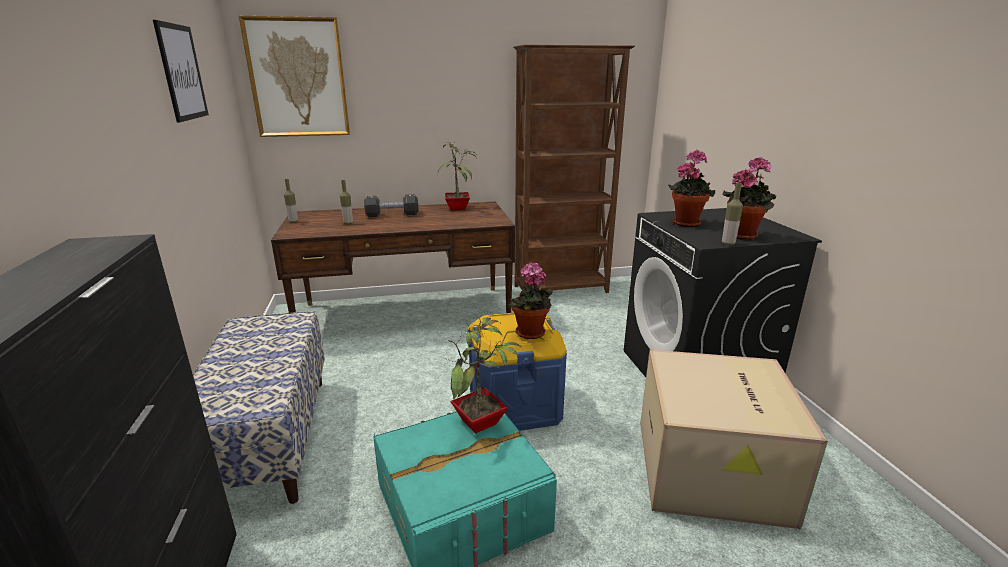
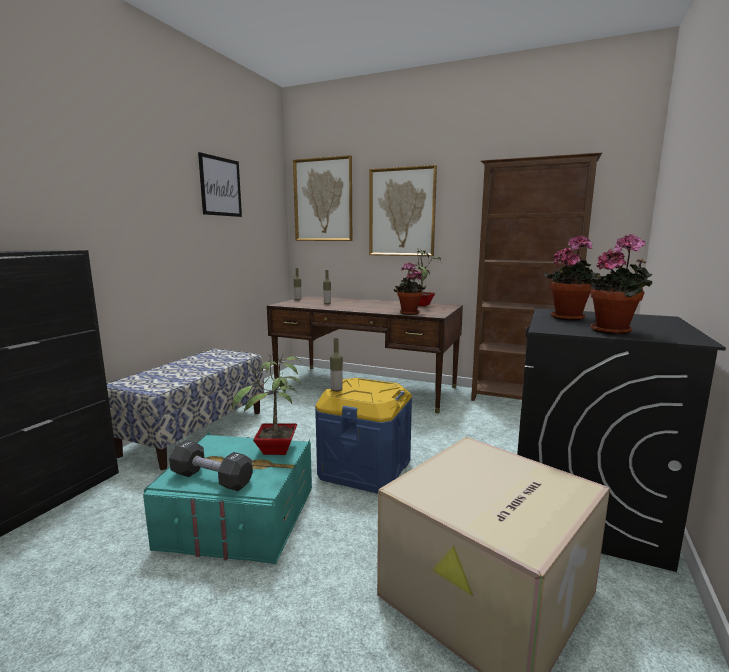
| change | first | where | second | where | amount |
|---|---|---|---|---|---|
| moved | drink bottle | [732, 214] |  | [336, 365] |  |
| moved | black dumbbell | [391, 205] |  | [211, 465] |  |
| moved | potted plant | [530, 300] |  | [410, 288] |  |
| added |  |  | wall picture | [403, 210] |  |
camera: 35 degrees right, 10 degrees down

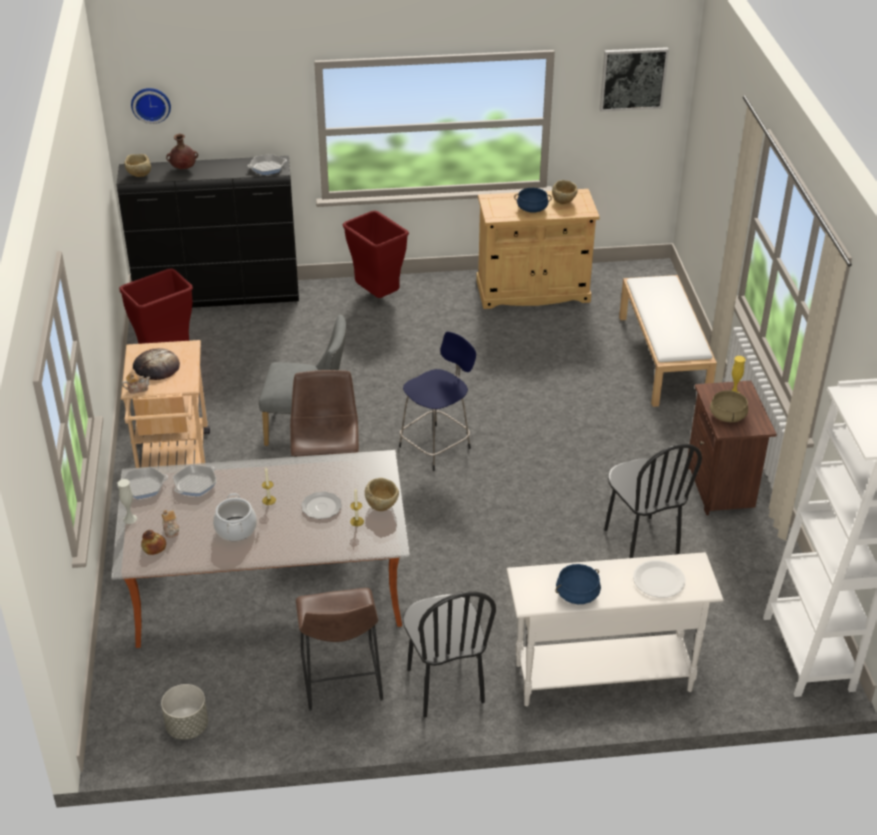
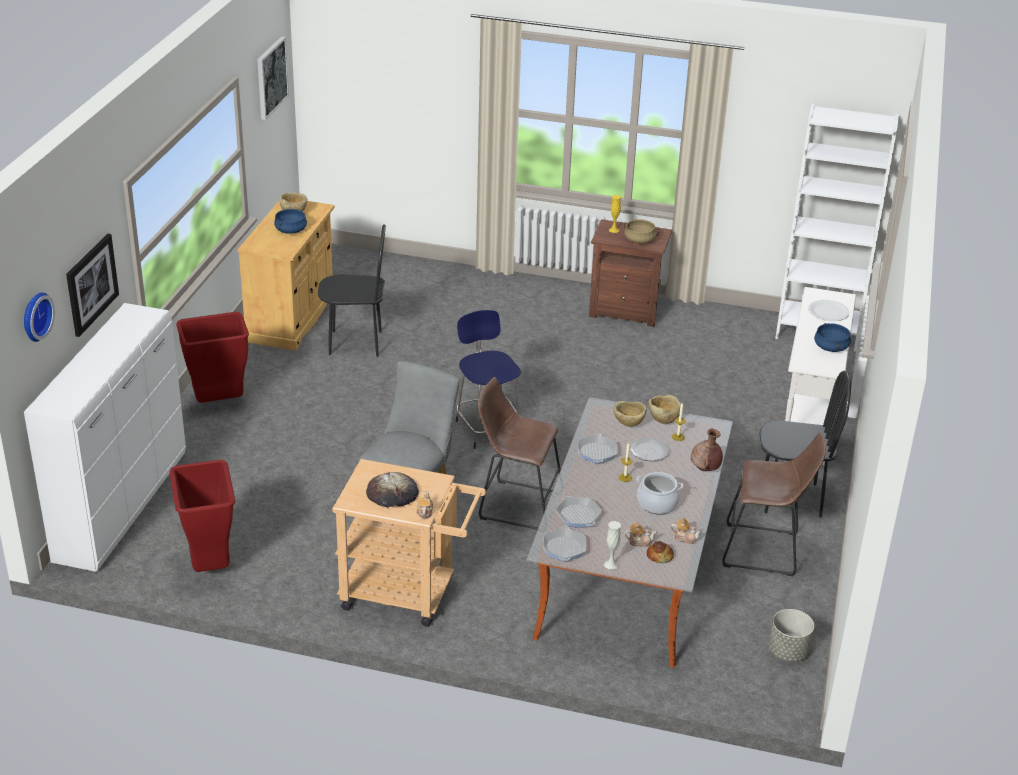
| change | first | where | second | where | amount |
|---|---|---|---|---|---|
| moved | brown-coloured decorative vase | [182, 151] |  | [707, 450] |  |
| moved | beige serving bowl | [137, 165] |  | [630, 414] |  |
| moved | frying pan | [267, 164] |  | [597, 448] |  |
| recoloured | black drawer chest | [208, 232] | whitish drawer chest | [105, 437] |  |
| removed | whitish bench | [668, 341] |  |  |  |
| moved | black chair | [653, 501] |  | [352, 290] |  |
| added |  |  | wall picture | [92, 285] |  |
| added |  |  | tea pot | [686, 531] |  |
camera: 70 degrees left, 5 degrees down

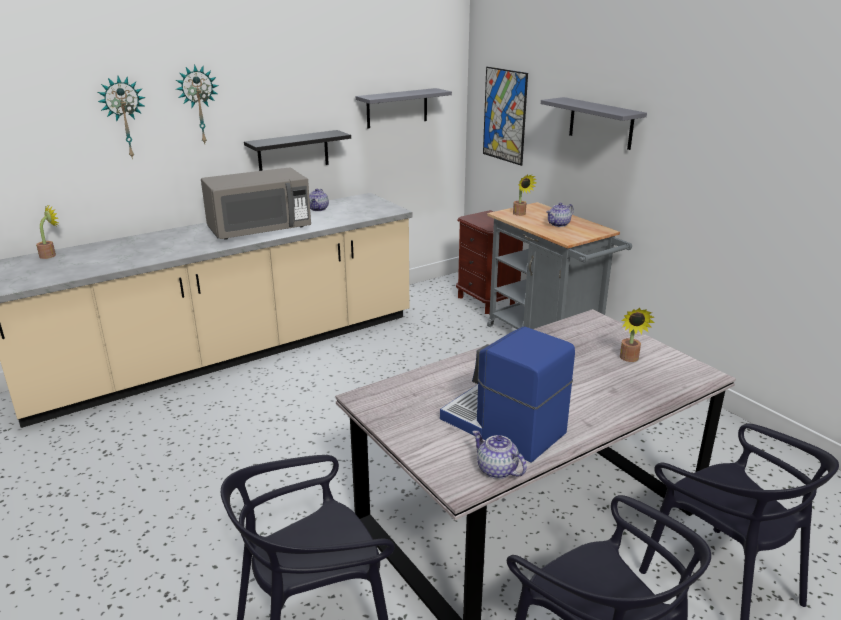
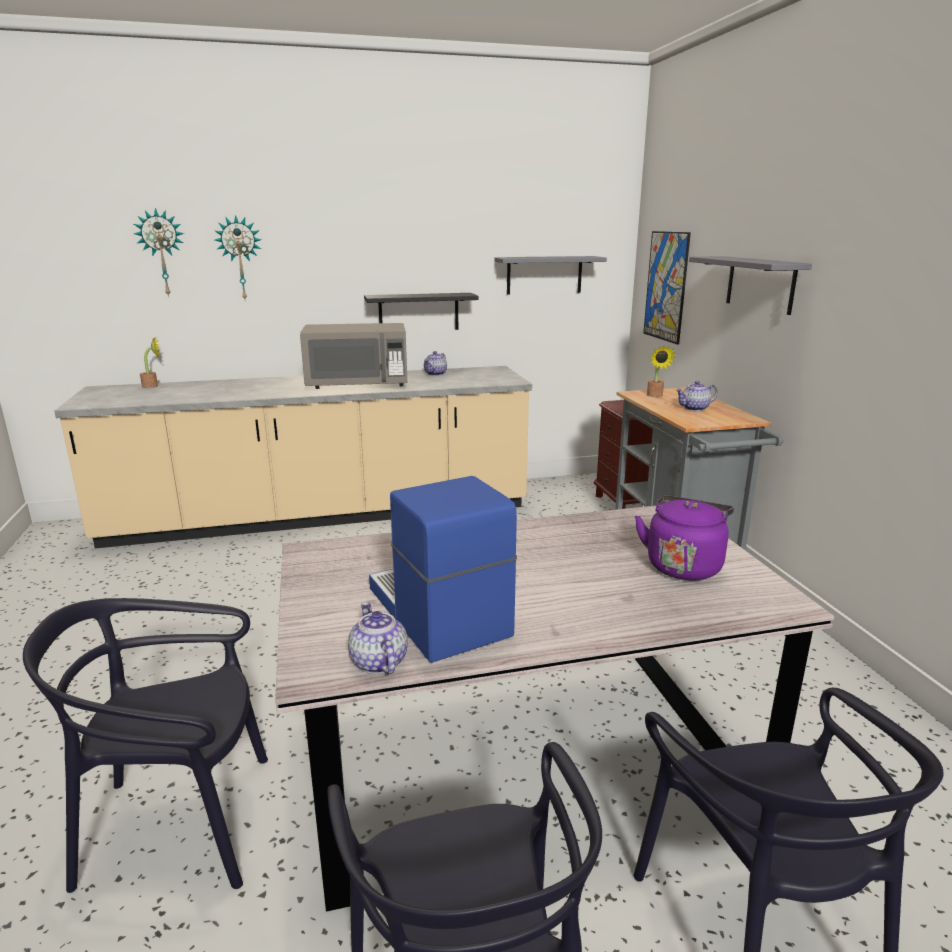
| change | first | where | second | where | amount |
|---|---|---|---|---|---|
| moved | wall clock | [197, 104] |  | [159, 252] |  |
| replaced | potted plant | [637, 335] | purple tea kettle | [684, 537] |  |
camera: 20 degrees right, 5 degrees down

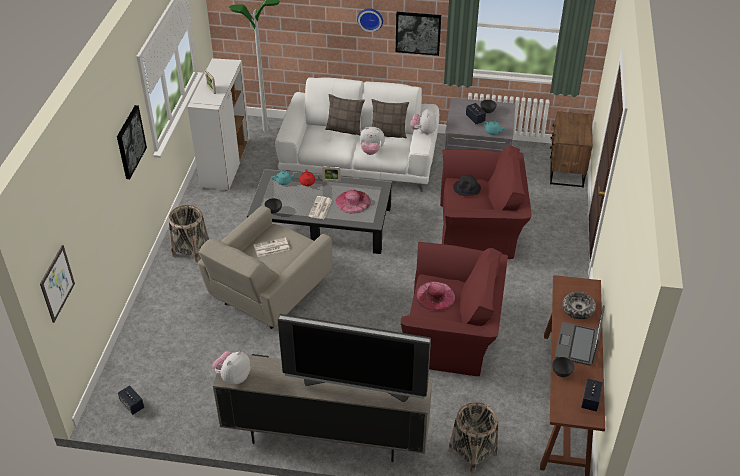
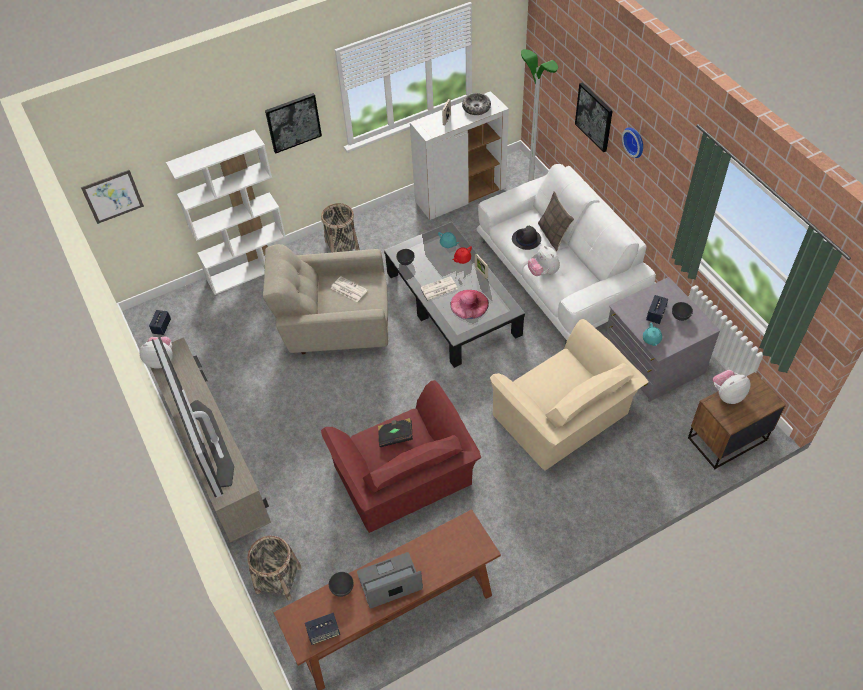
| change | first | where | second | where | amount |
|---|---|---|---|---|---|
| moved | wall picture | [418, 34] |  | [594, 117] |  |
| removed | throw pillow | [390, 118] |  |  |  |
| moved | cuddly toy | [423, 121] |  | [731, 387] |  |
| recoloured | reddish lounge chair | [486, 202] | beige lounge chair | [569, 395] |  |
| moved | black hat | [467, 185] |  | [526, 238] |  |
| replaced | pinkish hat | [435, 296] | black bound book | [395, 432] |  |
| moved | serving bowl | [579, 305] |  | [476, 104] |  |
| added |  |  | whitish shelving unit | [226, 212] |  |
camera: 55 degrees right, 10 degrees up

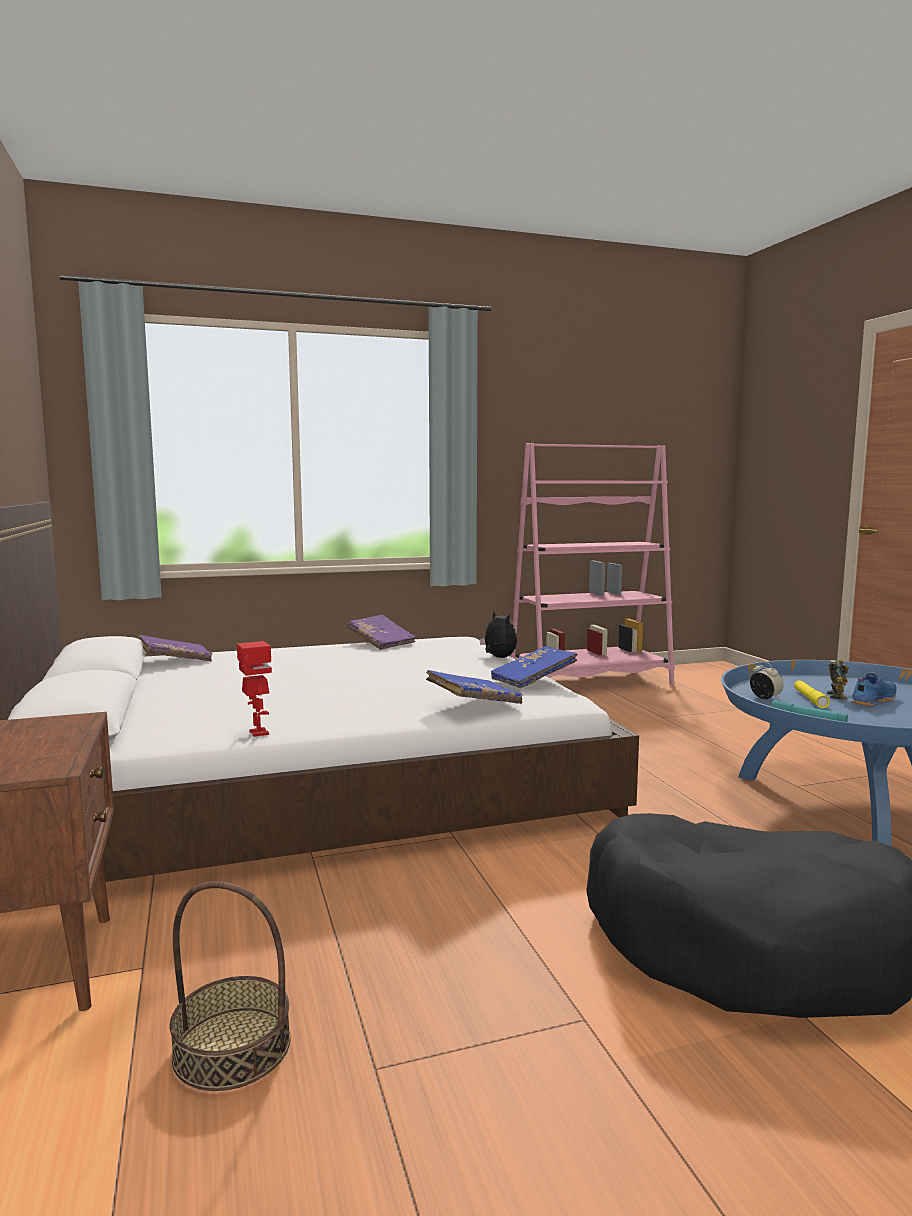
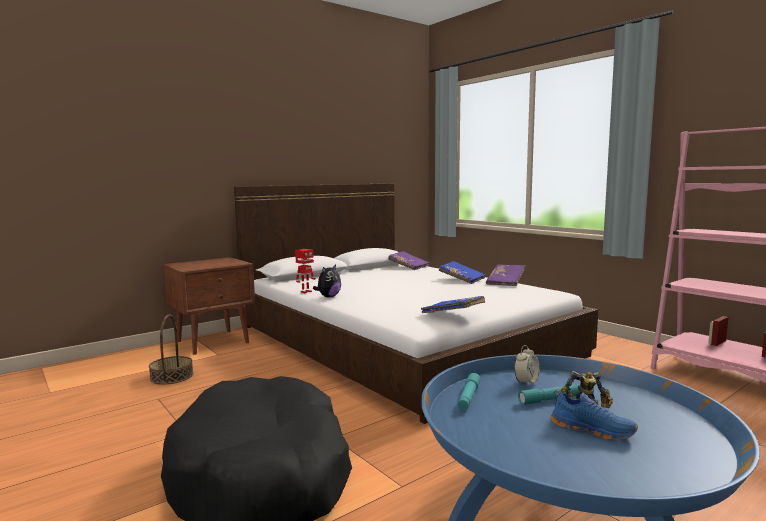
| change | first | where | second | where | amount |
|---|---|---|---|---|---|
| moved | cuddly toy | [498, 634] |  | [327, 280] |  |
| moved | bluish bound book | [474, 687] |  | [462, 272] |  |
| recoloured | yellow-coloured flashlight | [812, 694] | turquoise-coloured flashlight | [549, 394] |  |
camera: 70 degrees right, 0 degrees up

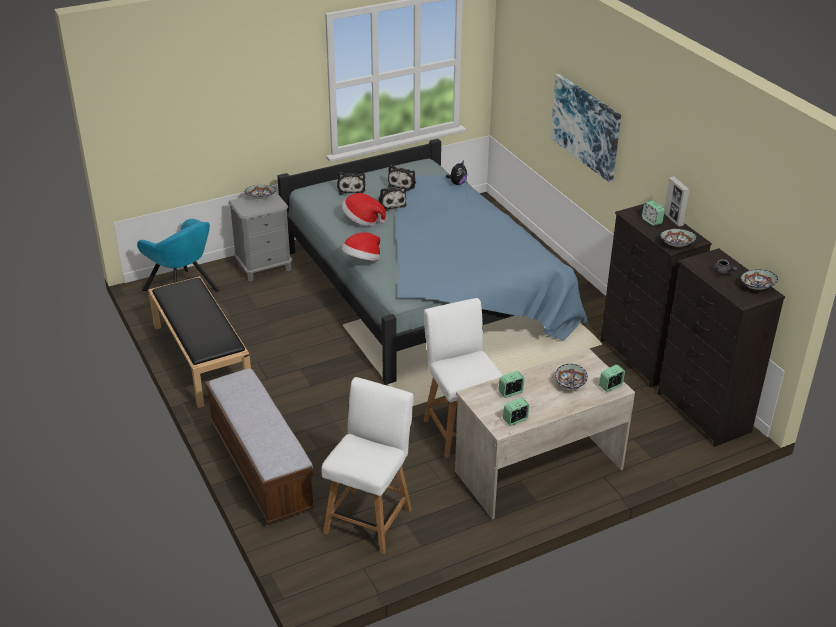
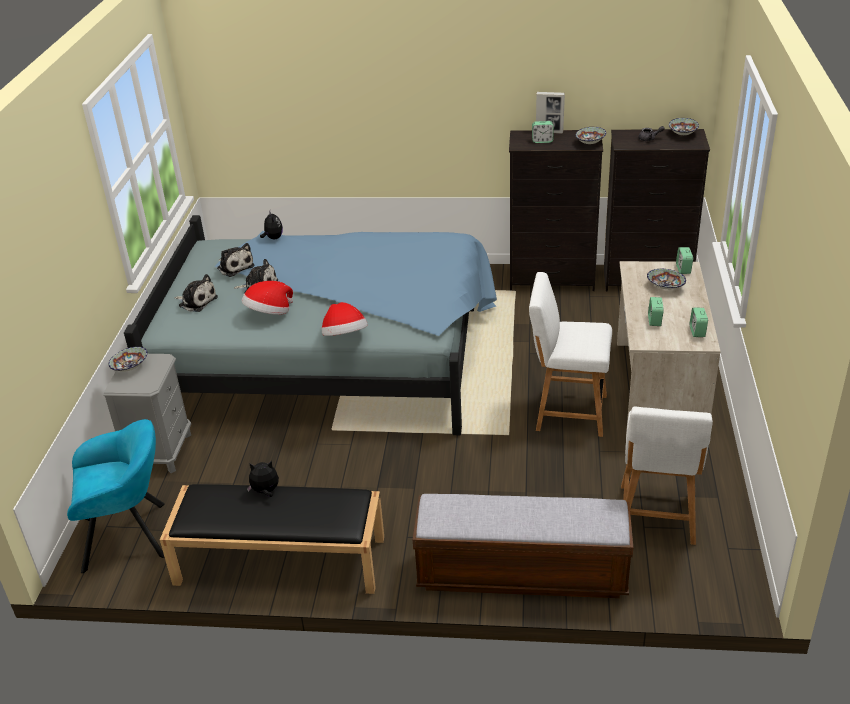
| change | first | where | second | where | amount |
|---|---|---|---|---|---|
| removed | wall picture | [585, 128] |  |  |  |
| turned | whitish chair | [367, 465] |  | [667, 476] | 135 degrees counterclockwise |
| added |  |  | cuddly toy | [263, 479] |  |
camera: 55 degrees left, 0 degrees up

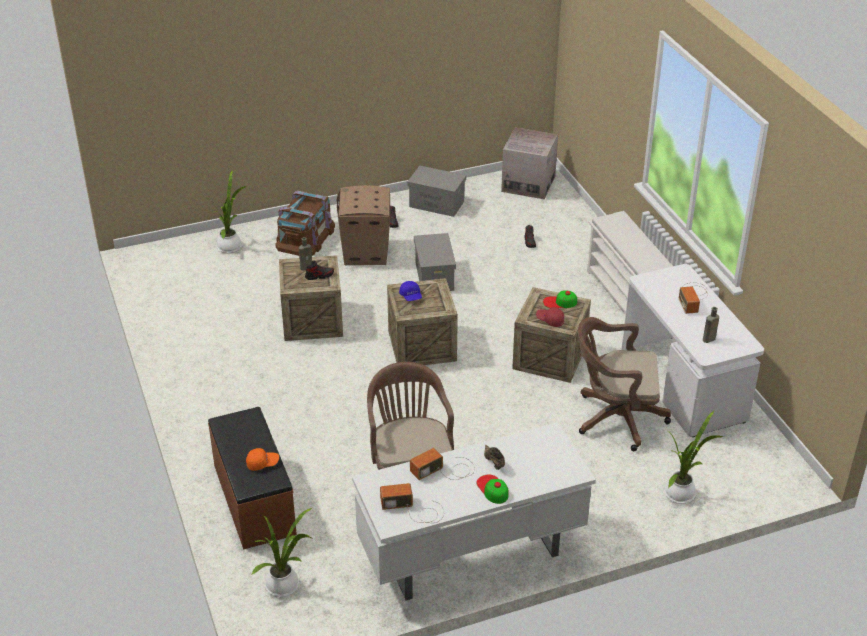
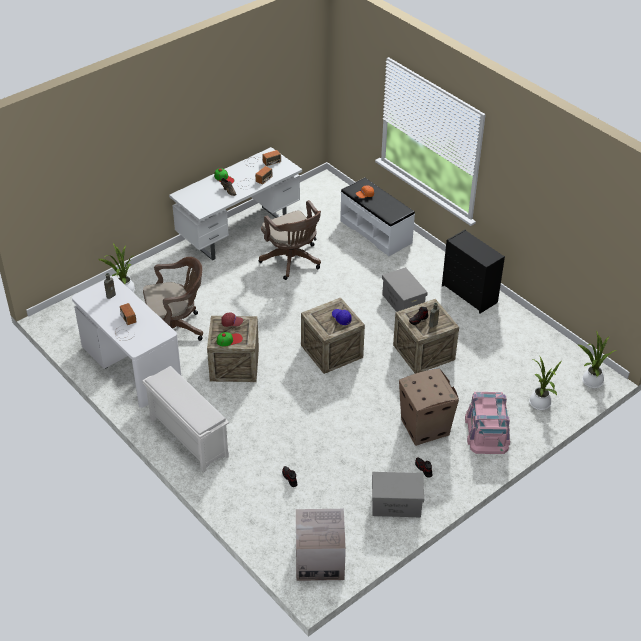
| change | first | where | second | where | amount |
|---|---|---|---|---|---|
| recoloured | brown-coloured storage container | [305, 223] | pinkish storage container | [487, 423] |  |
| moved | greyish storage container | [435, 262] |  | [405, 289] |  |
| recoloured | brown-coloured bench | [252, 478] | whitish bench | [377, 217] |  |
| moved | potted plant | [281, 552] |  | [597, 359] |  |
| added |  |  | black drawer chest | [473, 272] |  |
camera: 160 degrees right, 5 degrees up

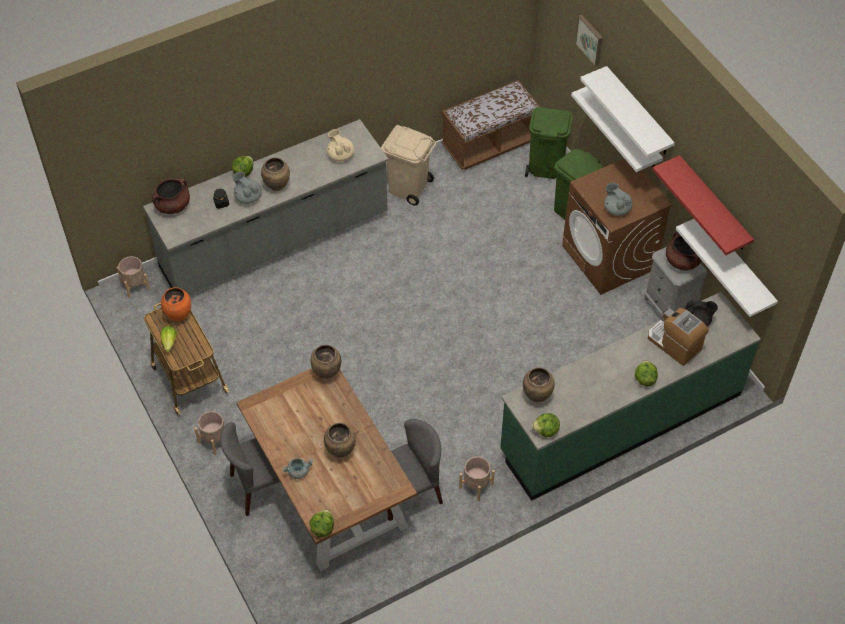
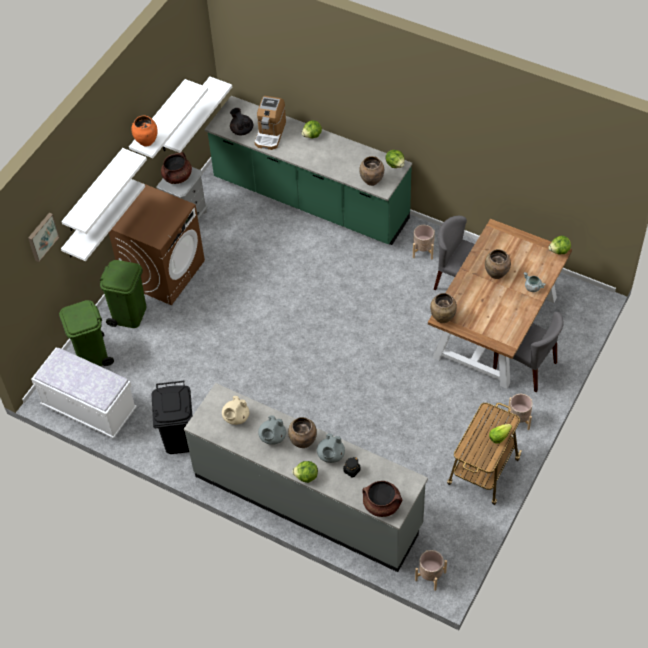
| change | first | where | second | where | amount |
|---|---|---|---|---|---|
| recoloured | brown-coloured bench | [490, 125] | whitish bench | [84, 393] |  |
| recoloured | beige waste bin | [409, 165] | black waste bin | [172, 417] |  |
| recoloured | reddish bracket shelf | [703, 205] | whitish bracket shelf | [168, 118] |  |
| moved | greyish tea pot | [618, 199] |  | [272, 430] |  |
| moved | orange-coloured decorative vase | [176, 304] |  | [145, 130] |  |
camera: 120 degrees left, 0 degrees up

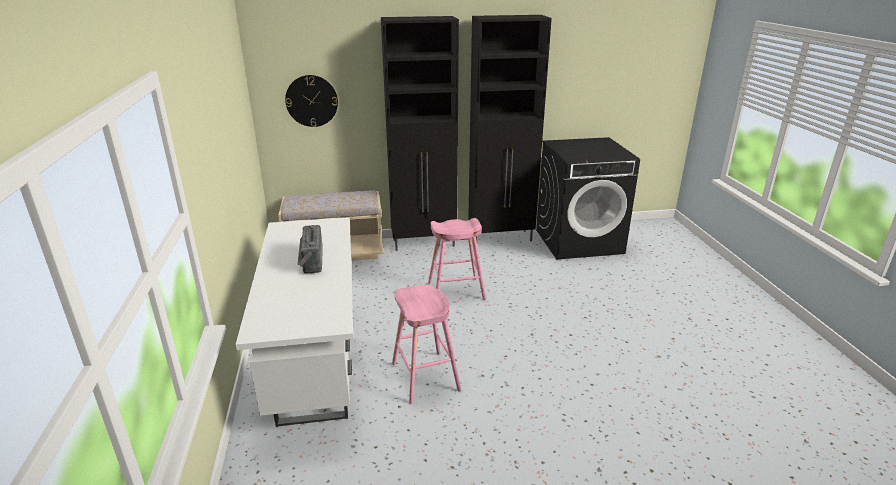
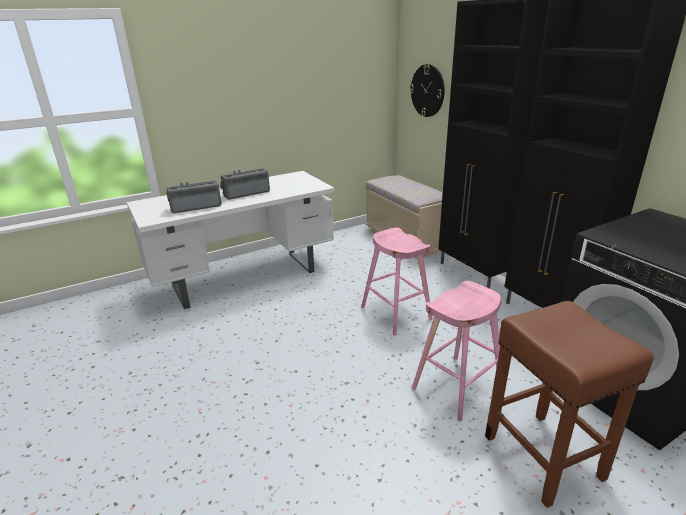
| change | first | where | second | where | amount |
|---|---|---|---|---|---|
| moved | pinkish stool | [426, 344] |  | [456, 351] |  |
| added |  |  | radio receiver | [194, 196] |  |
| added |  |  | brown-coloured stool | [569, 404] |  |
camera: 70 degrees right, 0 degrees up

